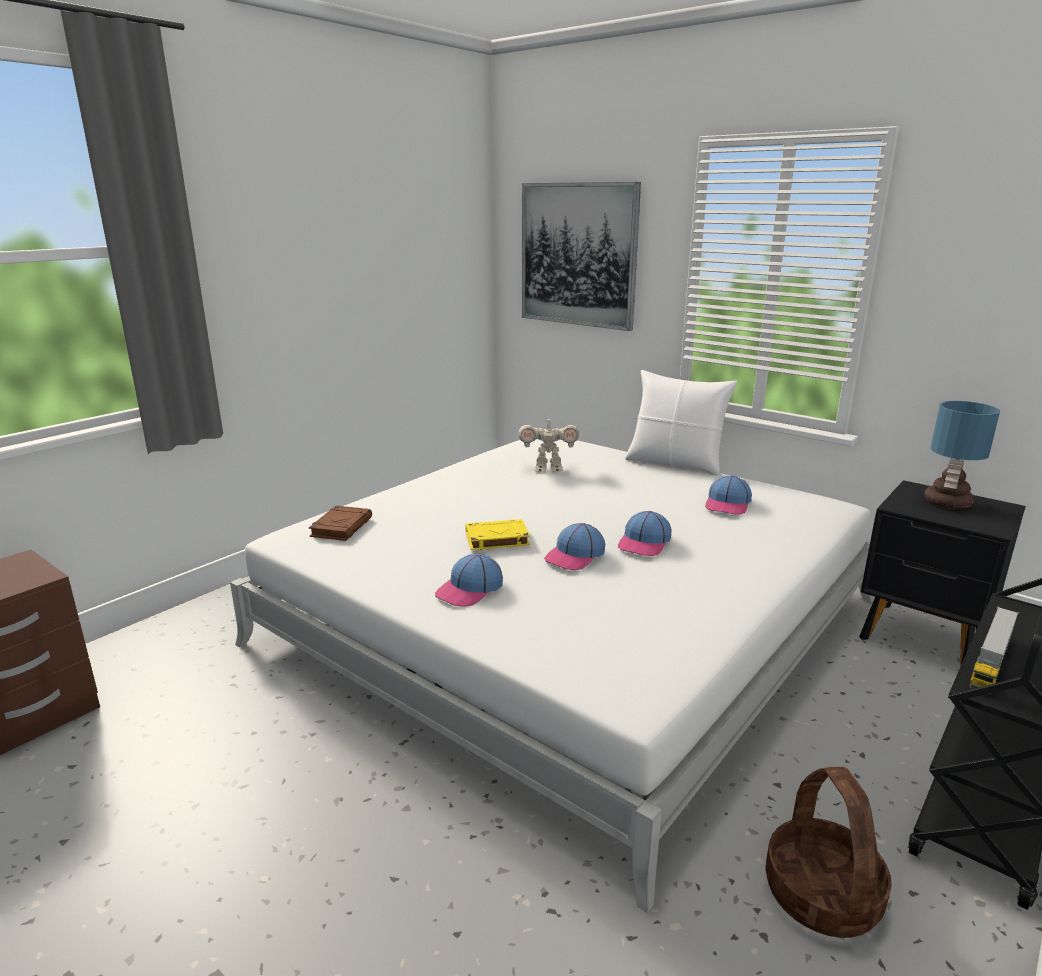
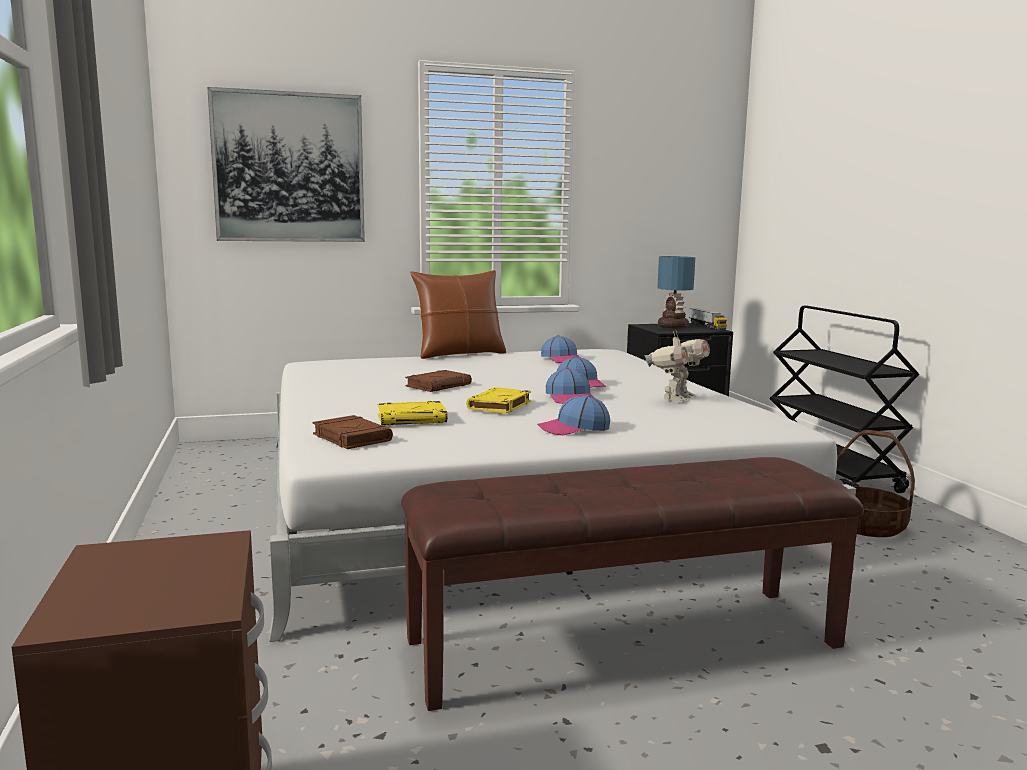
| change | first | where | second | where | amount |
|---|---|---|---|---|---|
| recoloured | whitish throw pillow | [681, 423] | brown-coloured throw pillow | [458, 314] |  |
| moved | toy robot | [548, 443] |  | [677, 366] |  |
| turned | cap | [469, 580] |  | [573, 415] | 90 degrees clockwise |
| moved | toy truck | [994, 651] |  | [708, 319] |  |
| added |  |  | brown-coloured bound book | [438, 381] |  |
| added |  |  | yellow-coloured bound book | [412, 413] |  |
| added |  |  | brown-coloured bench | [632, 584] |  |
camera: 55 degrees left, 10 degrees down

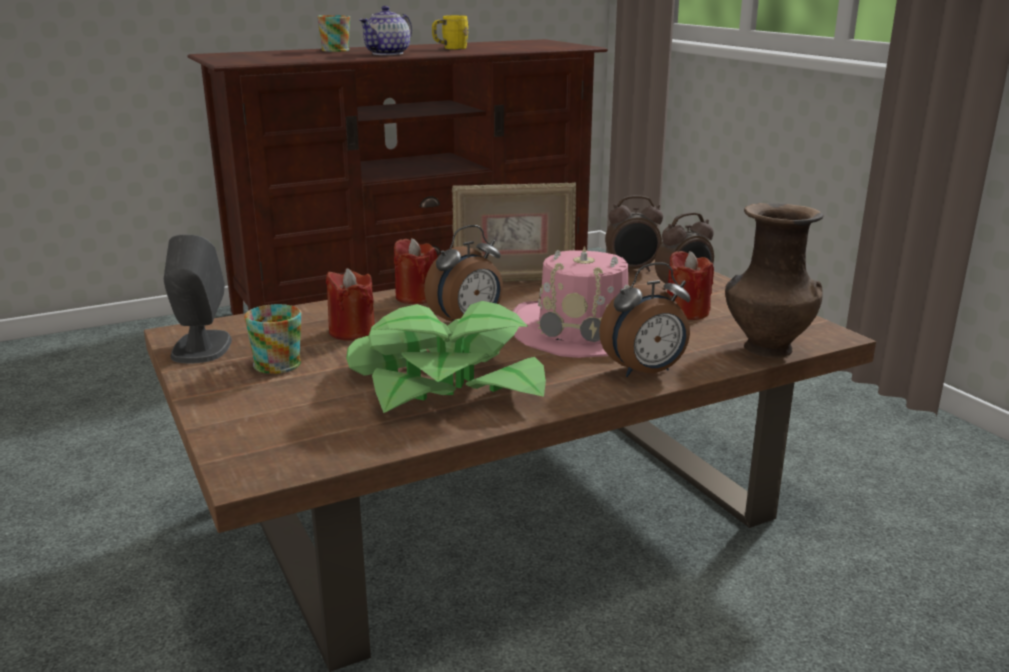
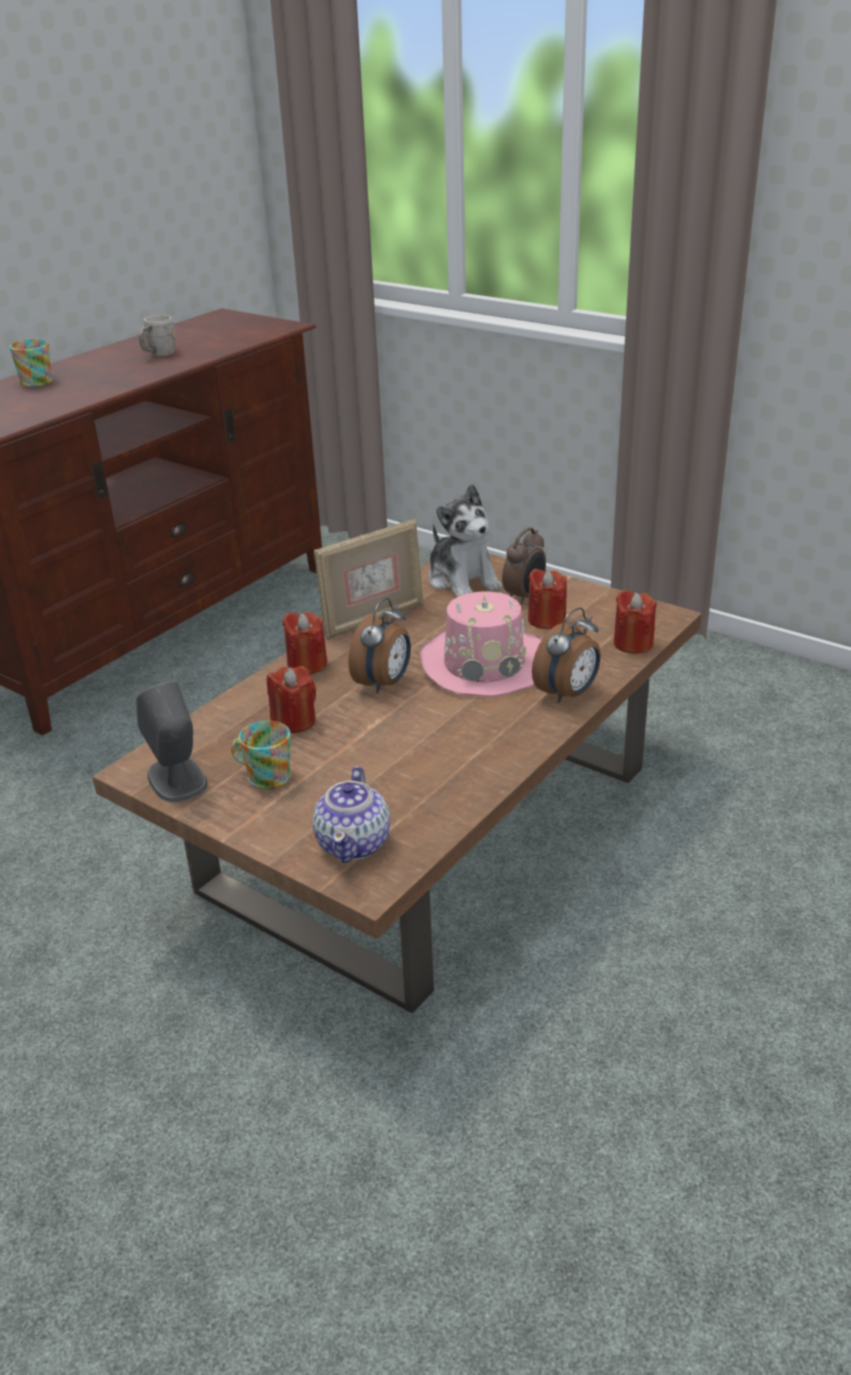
| change | first | where | second | where | amount |
|---|---|---|---|---|---|
| moved | tea pot | [385, 30] |  | [351, 814] |  |
| recoloured | yellow-coloured coffee mug | [450, 32] | greyish coffee mug | [157, 336] |  |
| replaced | table clock | [634, 233] | cuddly toy | [465, 540] |  |
| replaced | brown-coloured decorative vase | [774, 280] | reddish candle | [635, 622] |  |
| removed | potted plant | [446, 357] |  |  |  |
camera: 25 degrees left, 10 degrees up

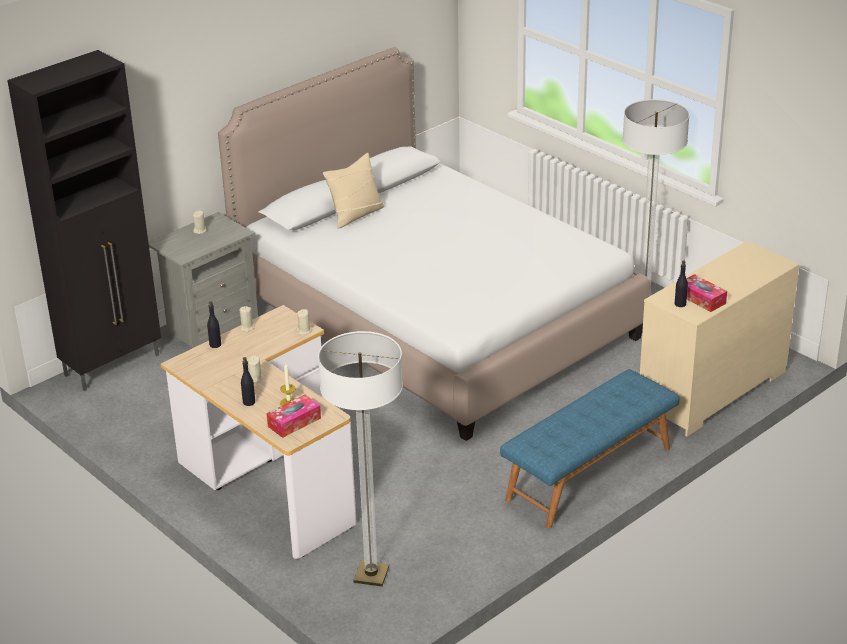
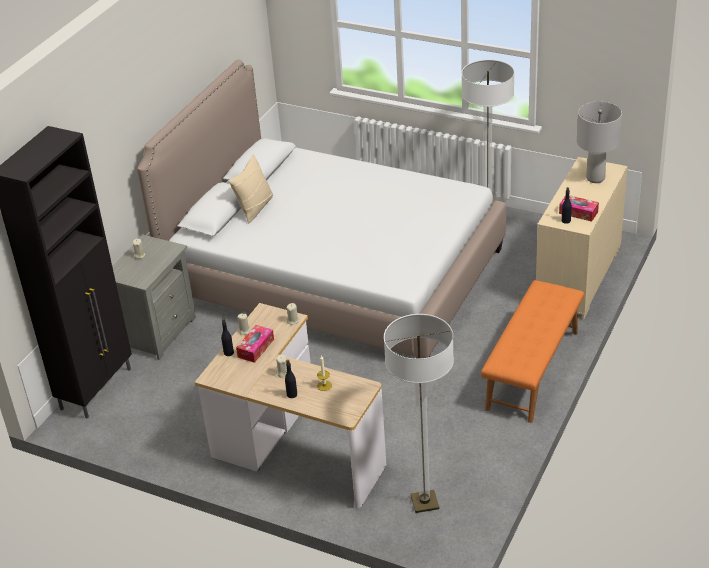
| change | first | where | second | where | amount |
|---|---|---|---|---|---|
| recoloured | bluish bench | [590, 448] | orange-coloured bench | [532, 351] |  |
| moved | tissue box | [293, 416] |  | [255, 344] |  |
| added |  |  | greyish tabletop lamp | [599, 142] |  |
camera: 20 degrees left, 5 degrees up

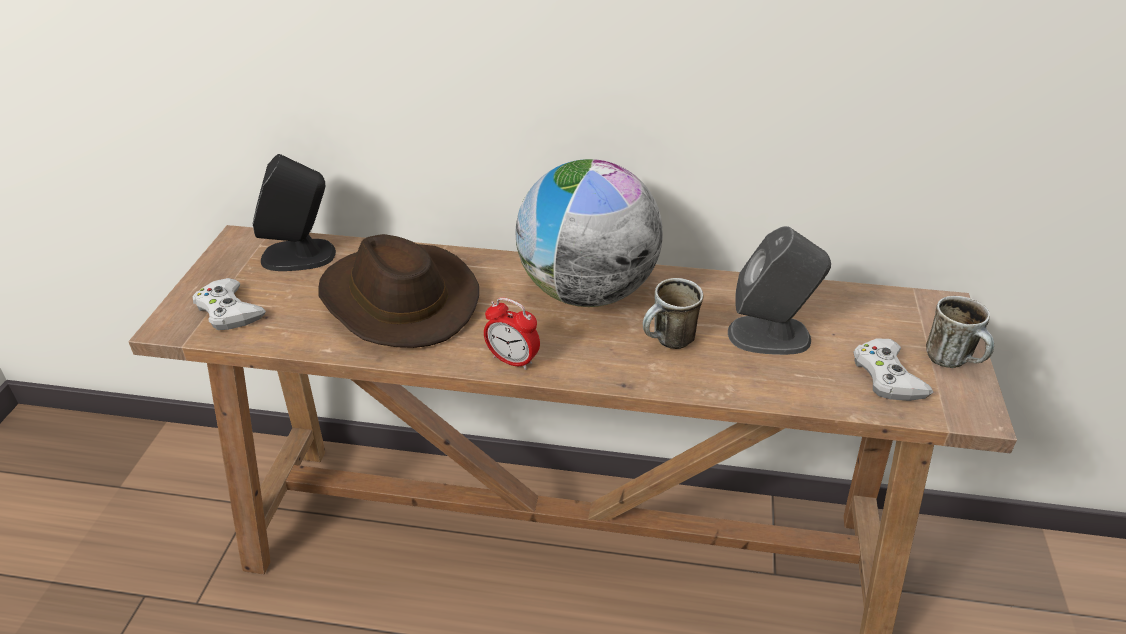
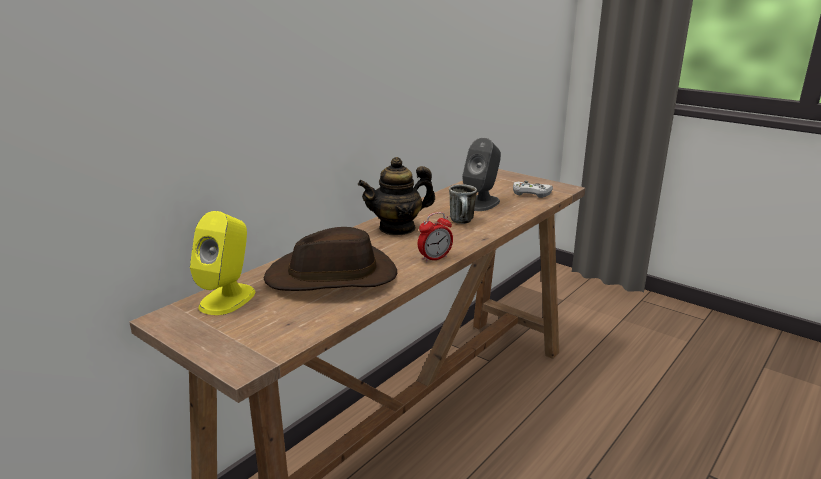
| change | first | where | second | where | amount |
|---|---|---|---|---|---|
| recoloured | black audio speaker | [294, 212] | yellow-coloured audio speaker | [223, 263] |  |
| replaced | desk globe | [589, 233] | tea pot | [396, 196] |  |
| removed | whitish game controller | [229, 304] |  |  |  |
| removed | coffee mug | [960, 332] |  |  |  |
camera: 60 degrees left, 15 degrees down

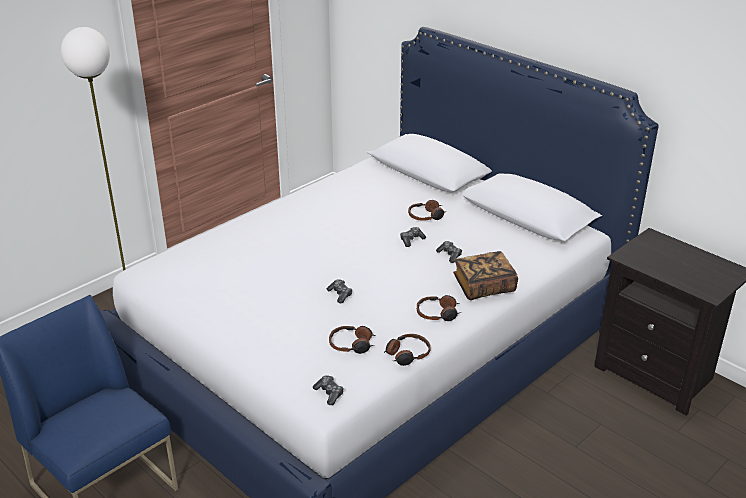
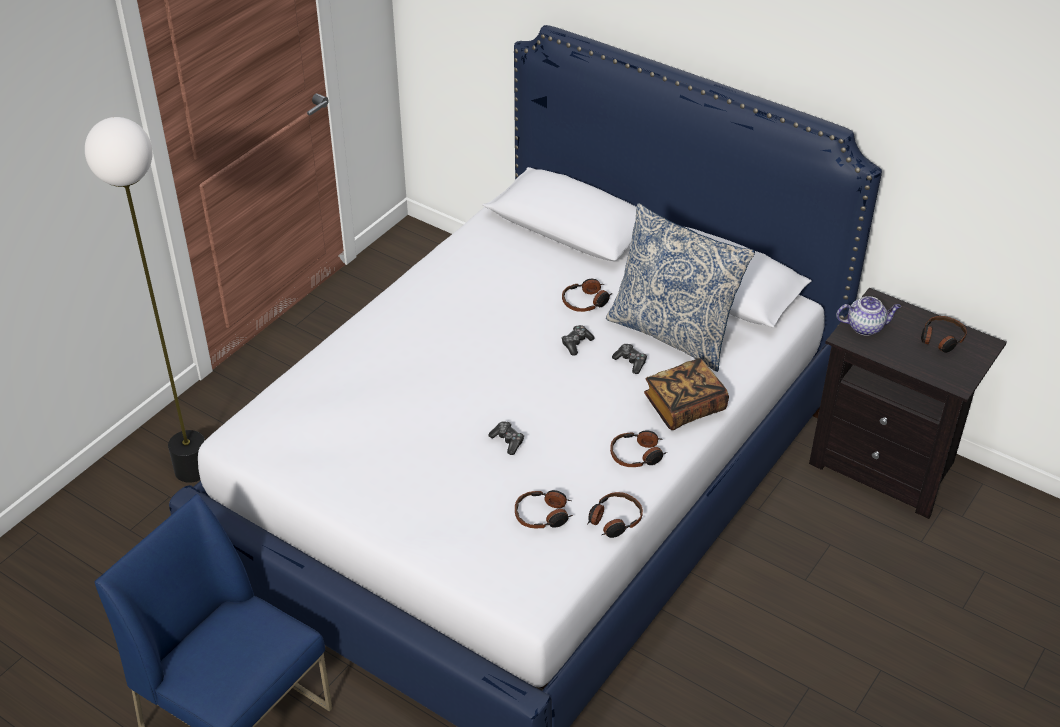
| change | first | where | second | where | amount |
|---|---|---|---|---|---|
| removed | game controller | [328, 390] |  |  |  |
| added |  |  | throw pillow | [680, 287] |  |
| added |  |  | tea pot | [868, 316] |  |
| added |  |  | headset | [944, 334] |  |
camera: 10 degrees left, 10 degrees up

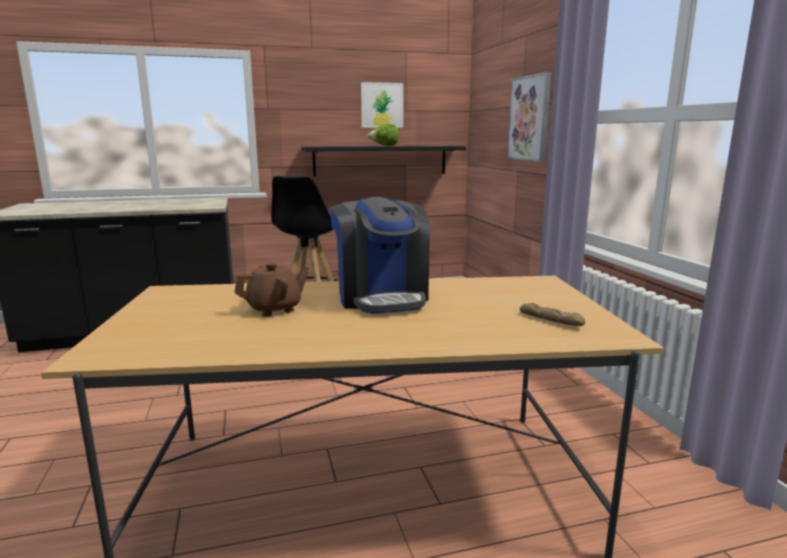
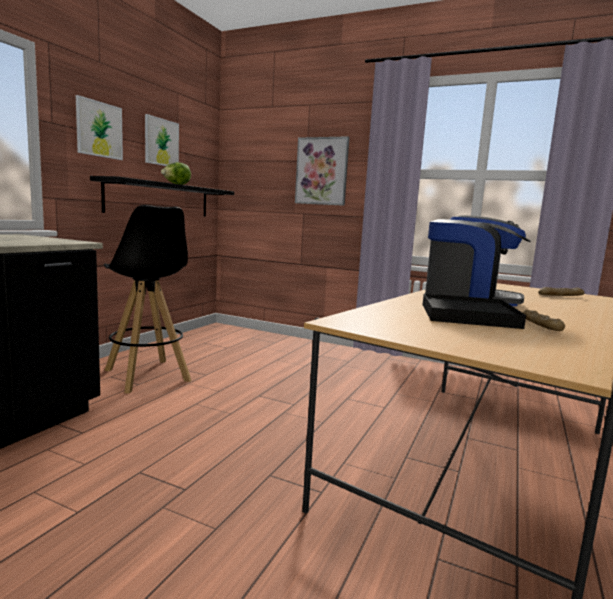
| change | first | where | second | where | amount |
|---|---|---|---|---|---|
| replaced | brown-coloured tea pot | [271, 290] | black serving tray | [474, 311] |  |
| added |  |  | wall picture | [99, 127] |  |
| added |  |  | bakery bread | [544, 320] |  |
camera: 50 degrees left, 5 degrees down

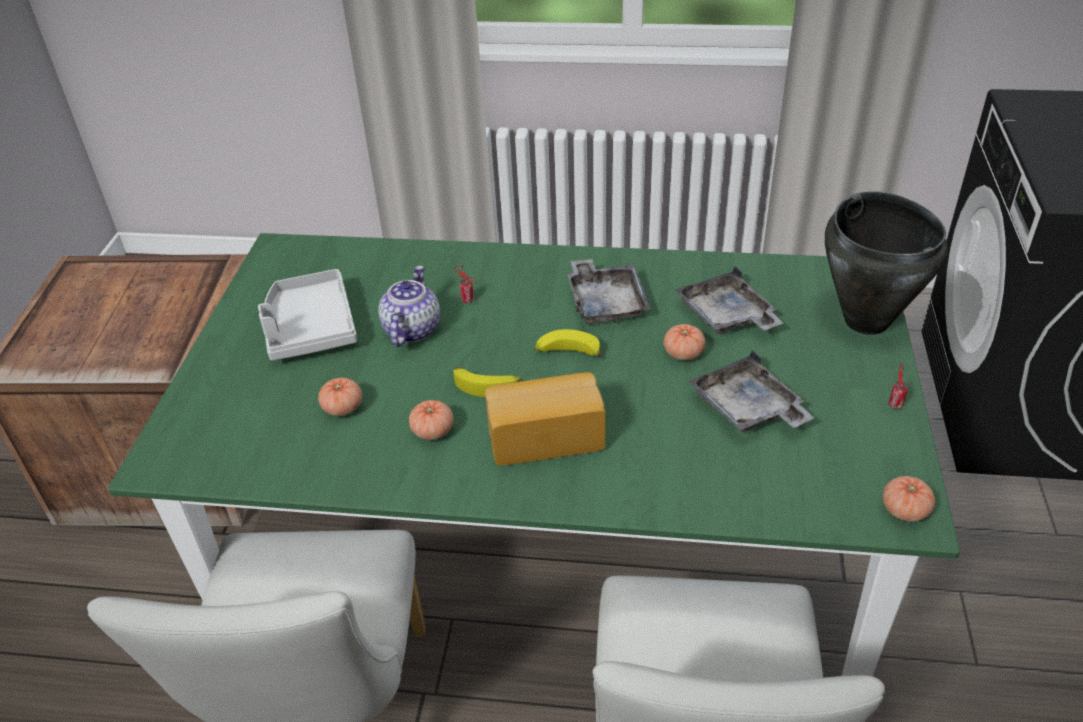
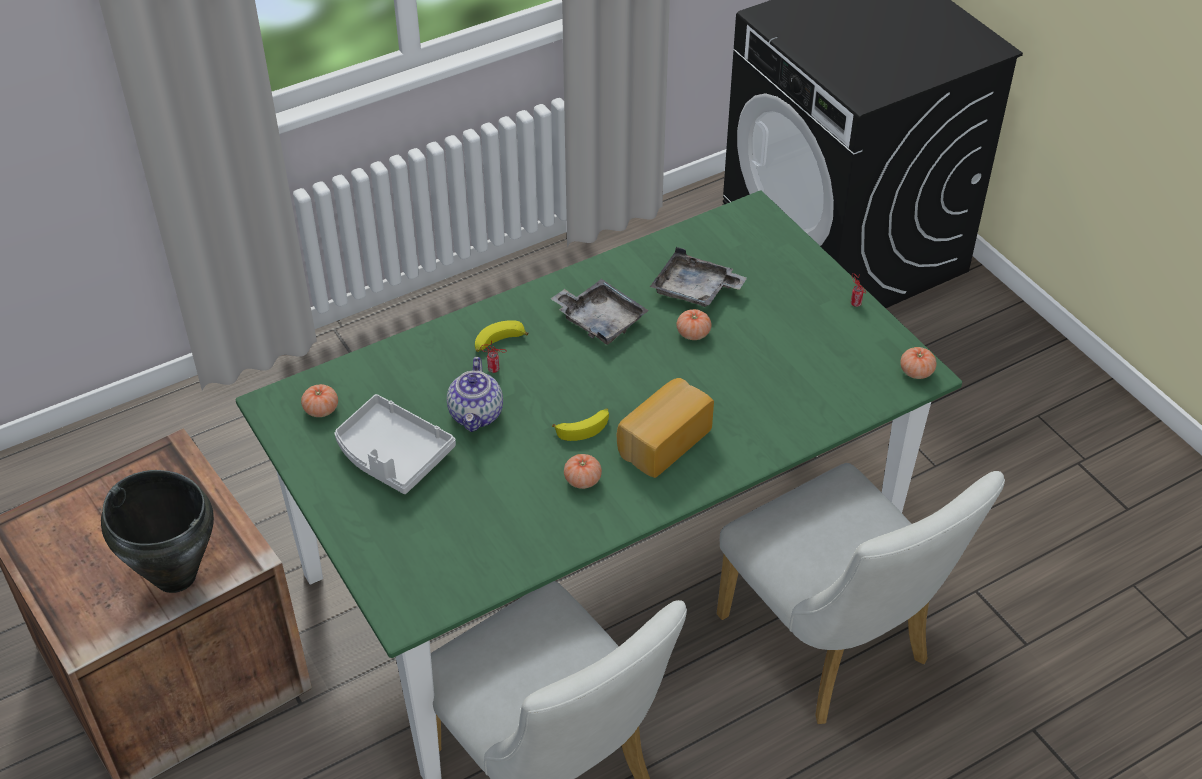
| change | first | where | second | where | amount |
|---|---|---|---|---|---|
| moved | black cooking pot | [886, 263] |  | [157, 531] |  |
| turned | tea pot | [409, 306] |  | [475, 394] | 150 degrees counterclockwise |
| moved | banana fruit | [567, 343] |  | [502, 336] |  |
| removed | greyish serving tray | [751, 391] |  |  |  |
| moved | fresh tomato | [340, 396] |  | [319, 400] |  |
camera: 40 degrees left, 5 degrees up

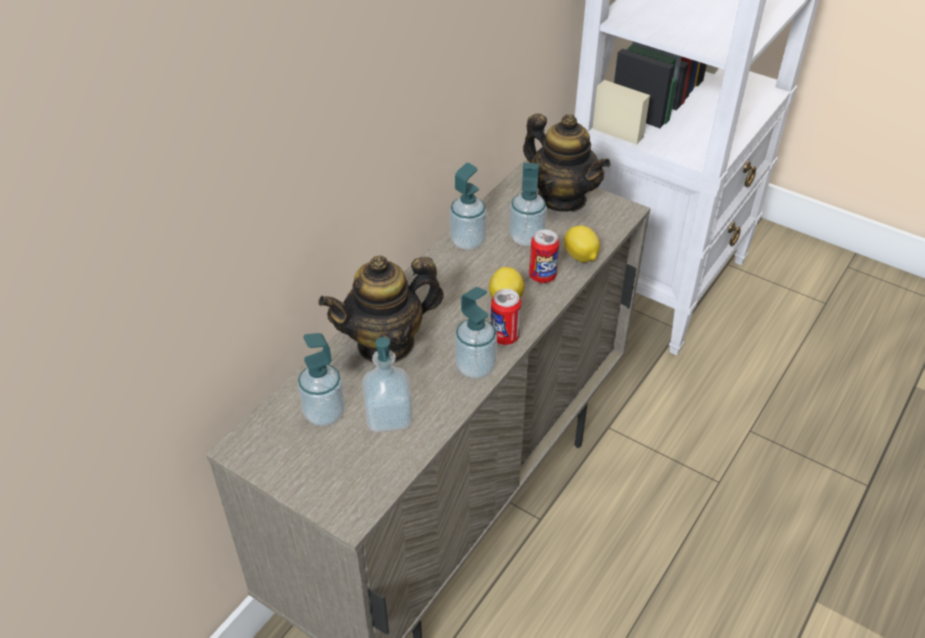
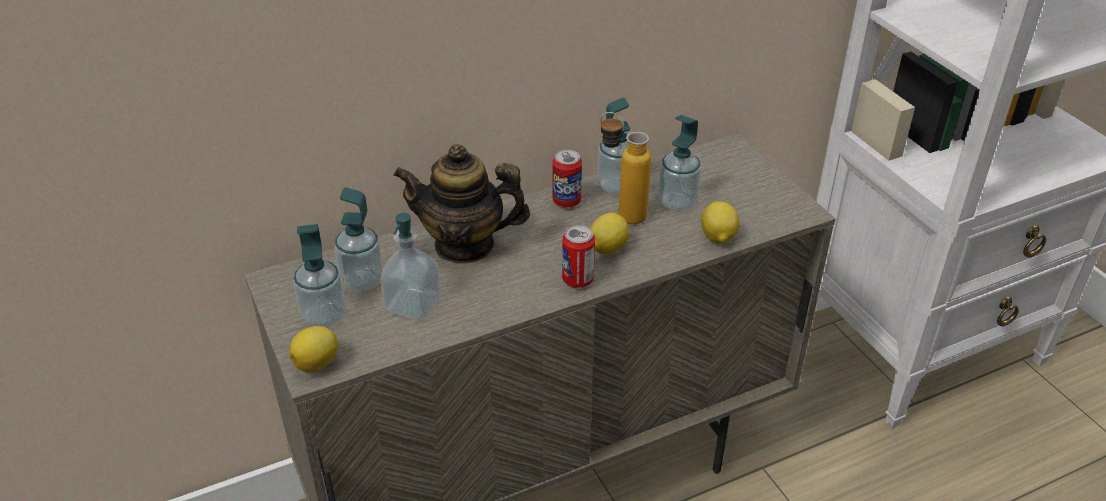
| change | first | where | second | where | amount |
|---|---|---|---|---|---|
| removed | tea pot | [566, 162] |  |  |  |
| moved | can | [544, 256] |  | [567, 178] |  |
| moved | soap bottle | [476, 333] |  | [319, 275] |  |
| added |  |  | drink bottle | [625, 168] |  |
| added |  |  | citrus fruit | [313, 349] |  |
camera: 30 degrees right, 5 degrees down

